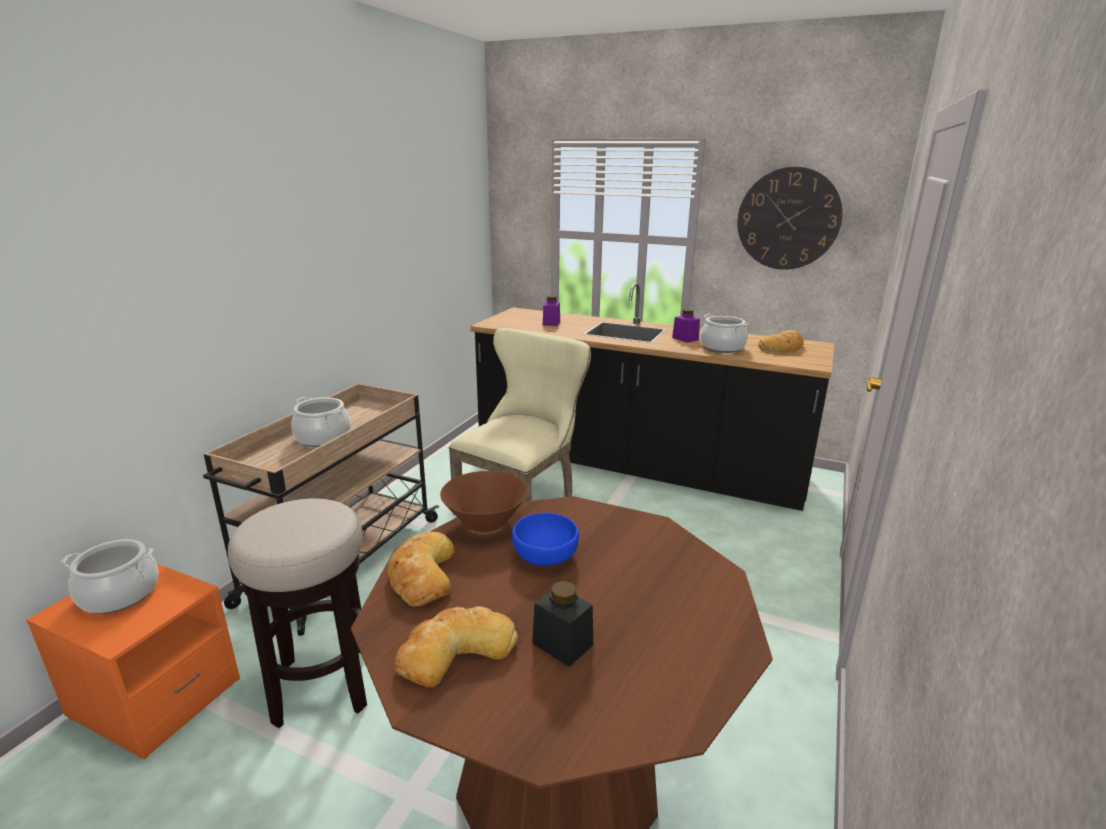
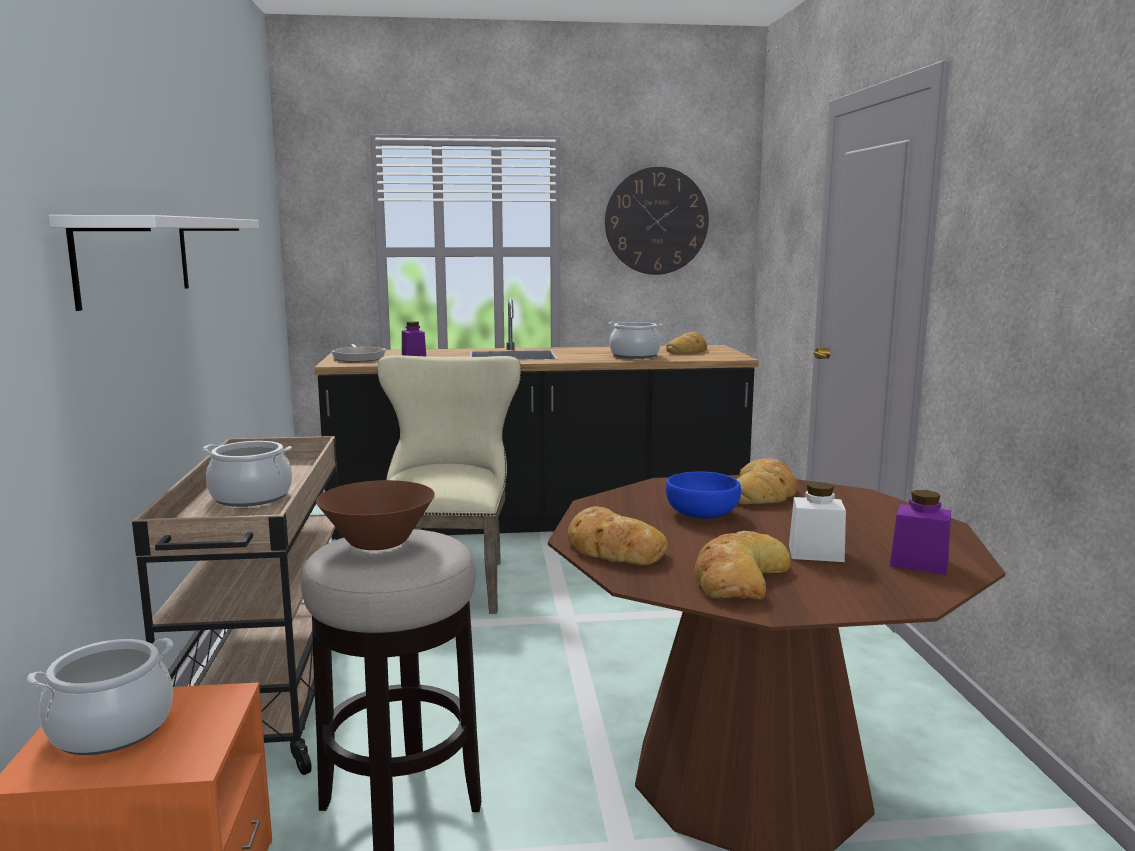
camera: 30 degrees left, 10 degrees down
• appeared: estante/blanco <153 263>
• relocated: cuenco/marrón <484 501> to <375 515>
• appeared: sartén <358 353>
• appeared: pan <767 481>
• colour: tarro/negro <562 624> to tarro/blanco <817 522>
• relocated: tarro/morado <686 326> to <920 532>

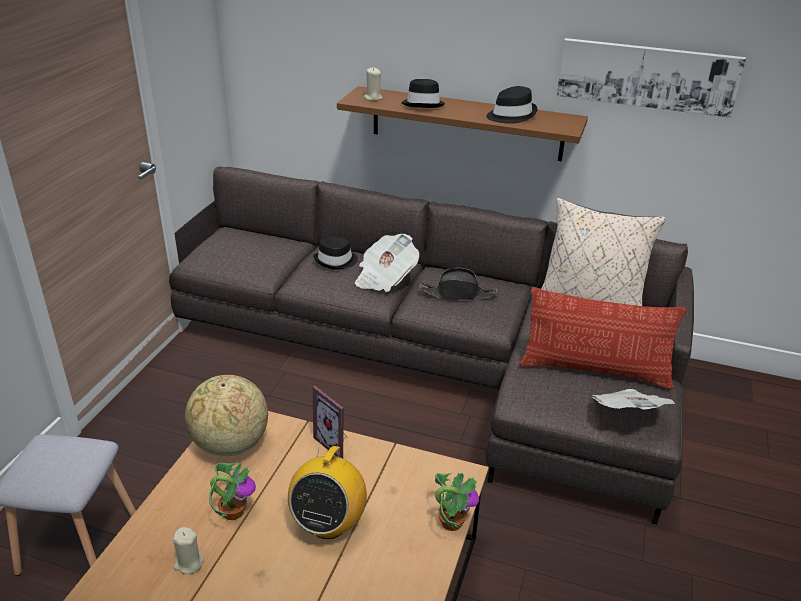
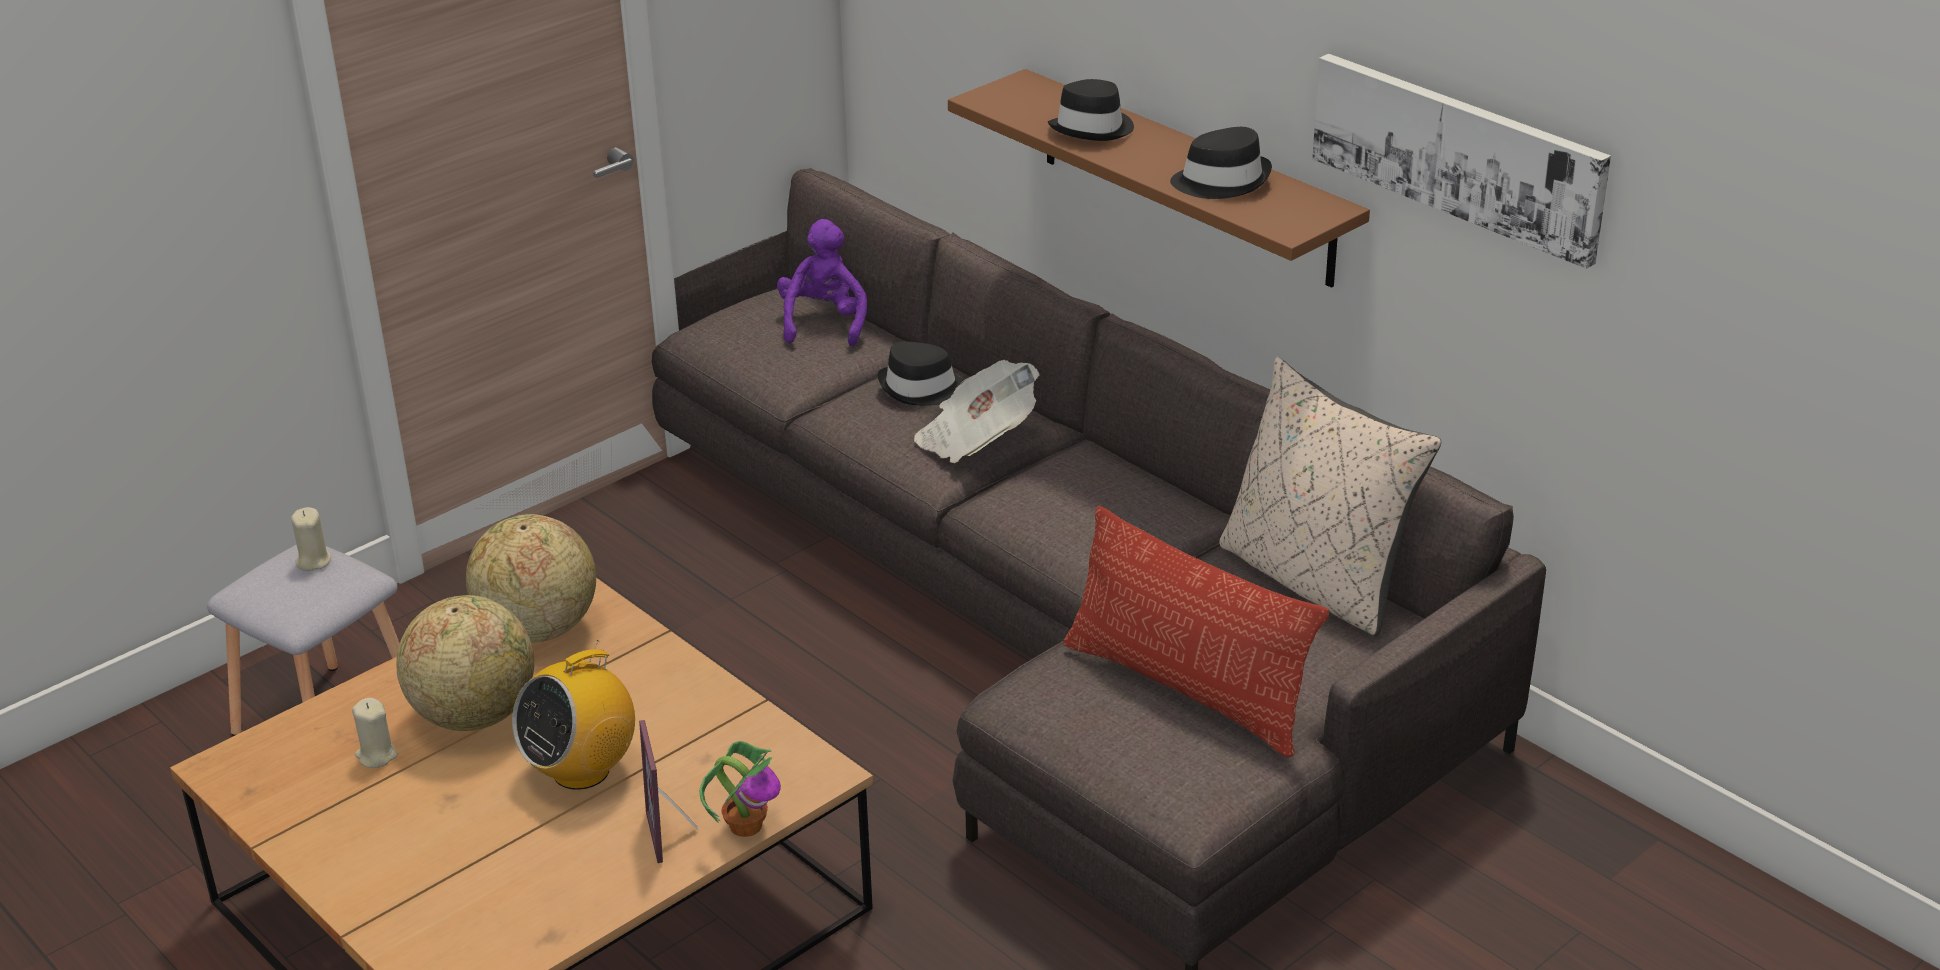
camera: 30 degrees right, 0 degrees up
• relocated: vela/beis <373 84> to <311 539>
• exchanged: planta en maceta <232 491> to globo terráqueo <465 663>
• relocated: portarretratos <330 422> to <668 791>
• appeared: peluche/morado <822 282>
• missing: sombrero/negro <458 284>
• missing: periódico <633 399>

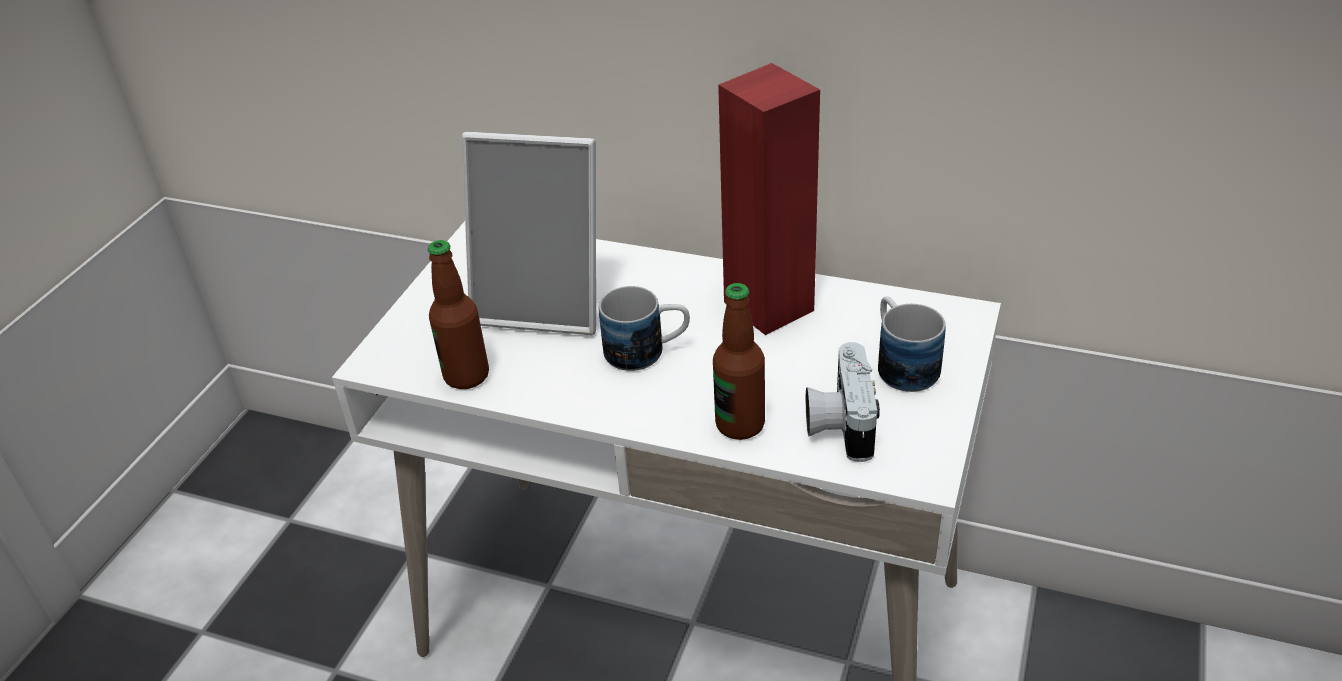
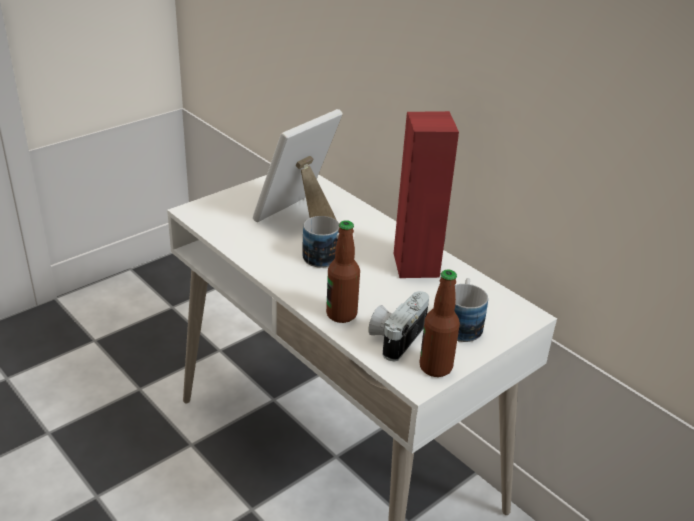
camera: 25 degrees right, 5 degrees down
• spun: portarretratos <529 233> = <298 165> 90 degrees clockwise
• relocated: botella <458 314> to <439 323>

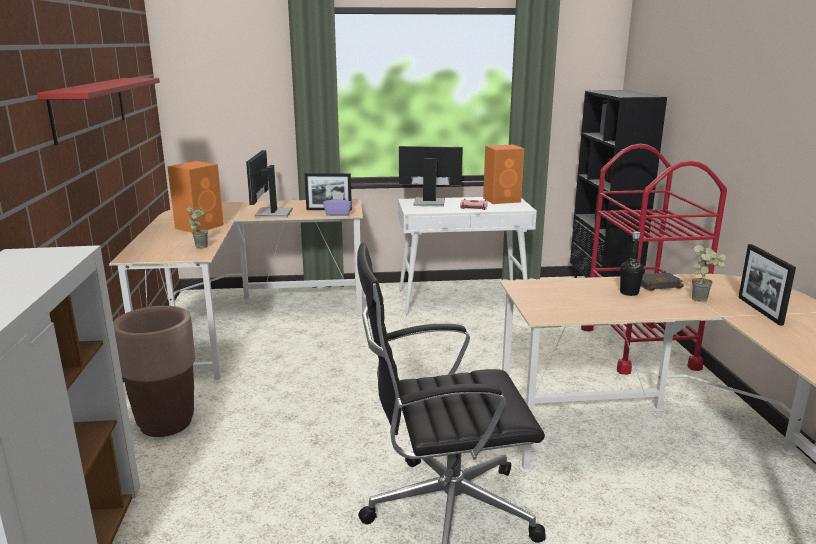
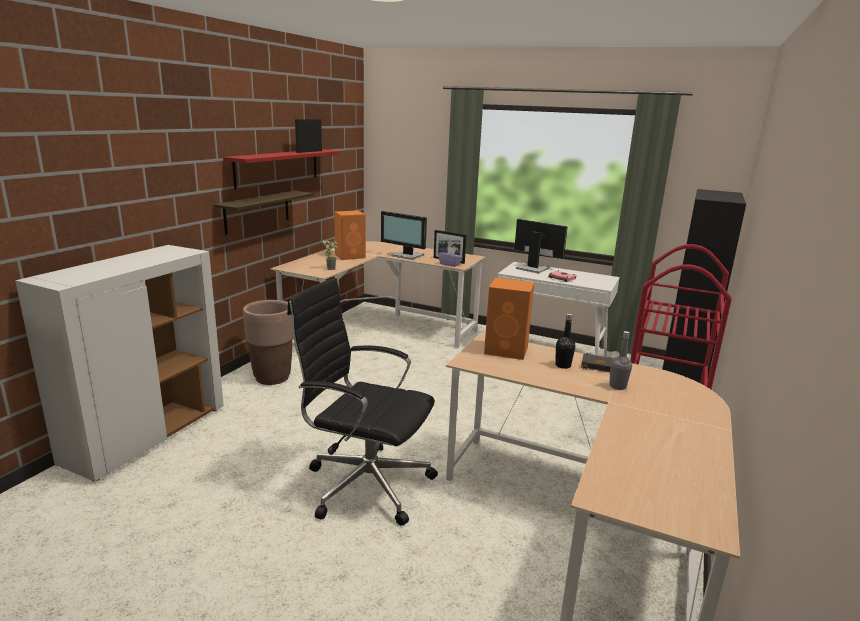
camera: 30 degrees right, 0 degrees up
• appeared: estante <264 213>
• relocated: portarretratos <767 285> to <308 136>
• spun: monitor <269 183> = <404 235> 90 degrees counterclockwise
• relocated: altavoz/naranja <503 174> to <509 319>
• exchanged: planta en maceta <709 273> to botella/gris <620 360>

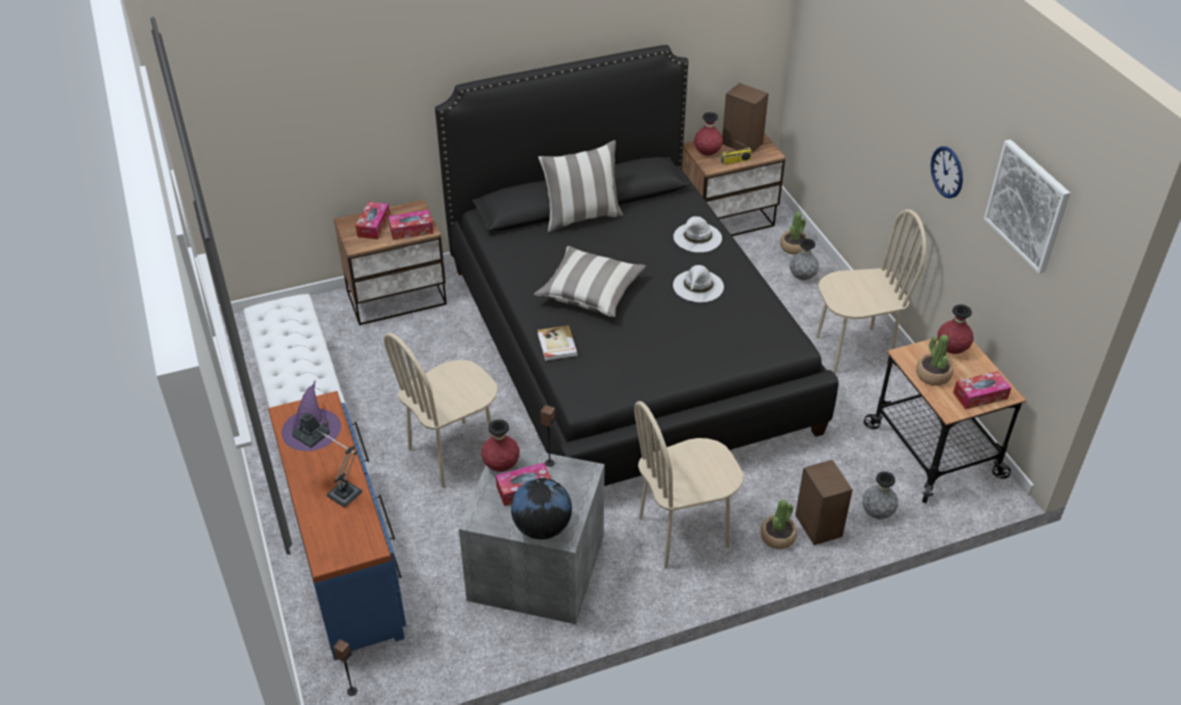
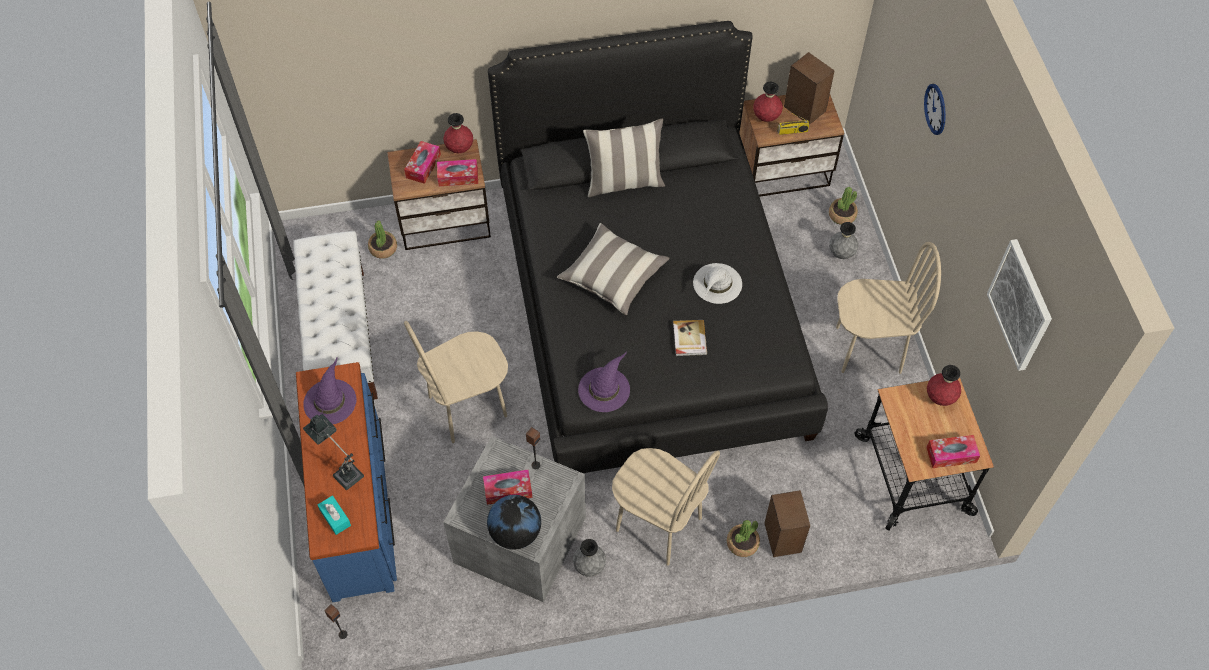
camera: 10 degrees right, 15 degrees up
• appeared: caja de pañuelos/turquesa <334 515>
• relocated: planta en maceta <934 360> to <382 239>
• relocated: florero/rojo <500 445> to <458 133>
• relocated: florero/gris <880 495> to <589 558>
• appeared: sombrero/morado <604 382>
• spun: silla/beis <688 485> = <666 507> 135 degrees counterclockwise
• relocated: libro <557 343> to <690 338>
• relocated: reloj de pared <947 172> to <935 109>
• missing: sombrero/blanco <697 234>

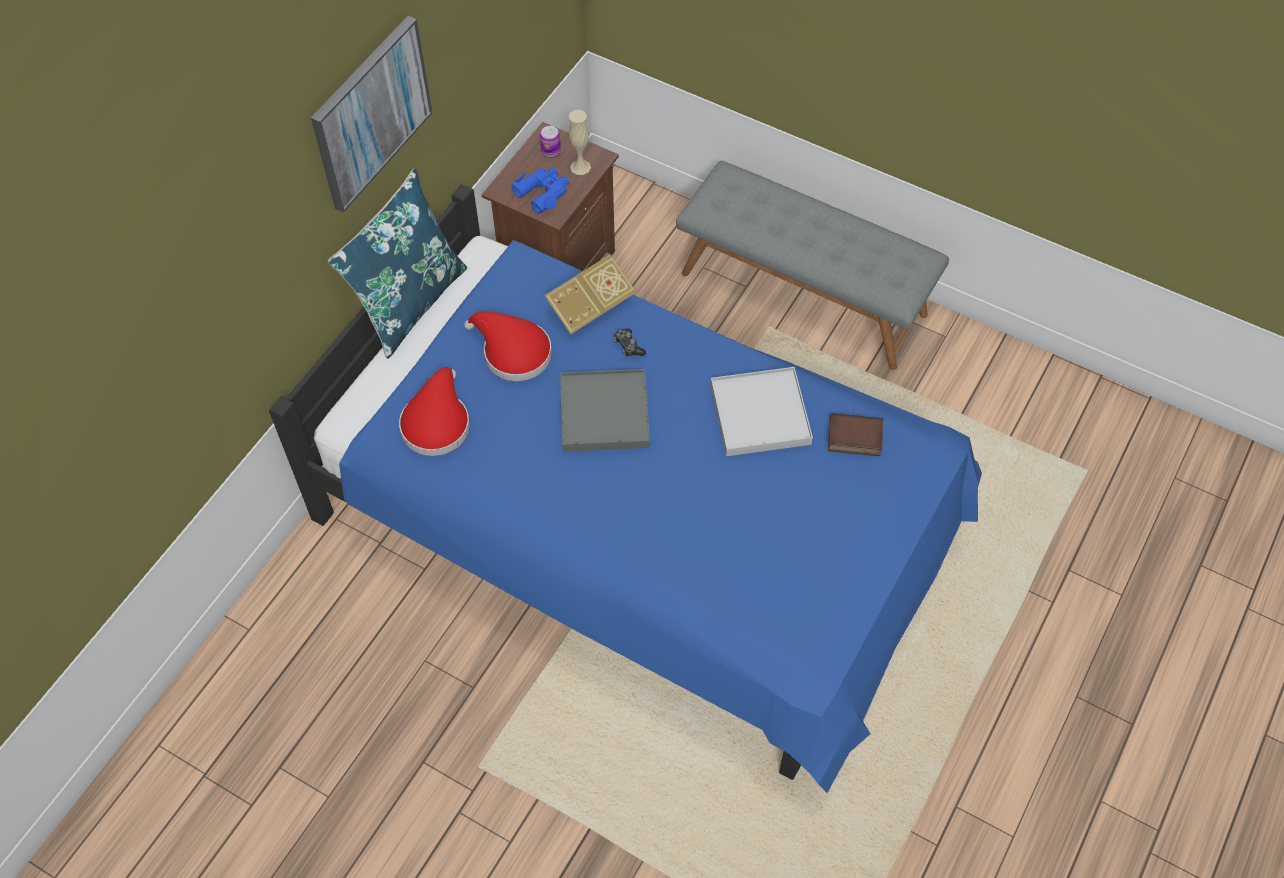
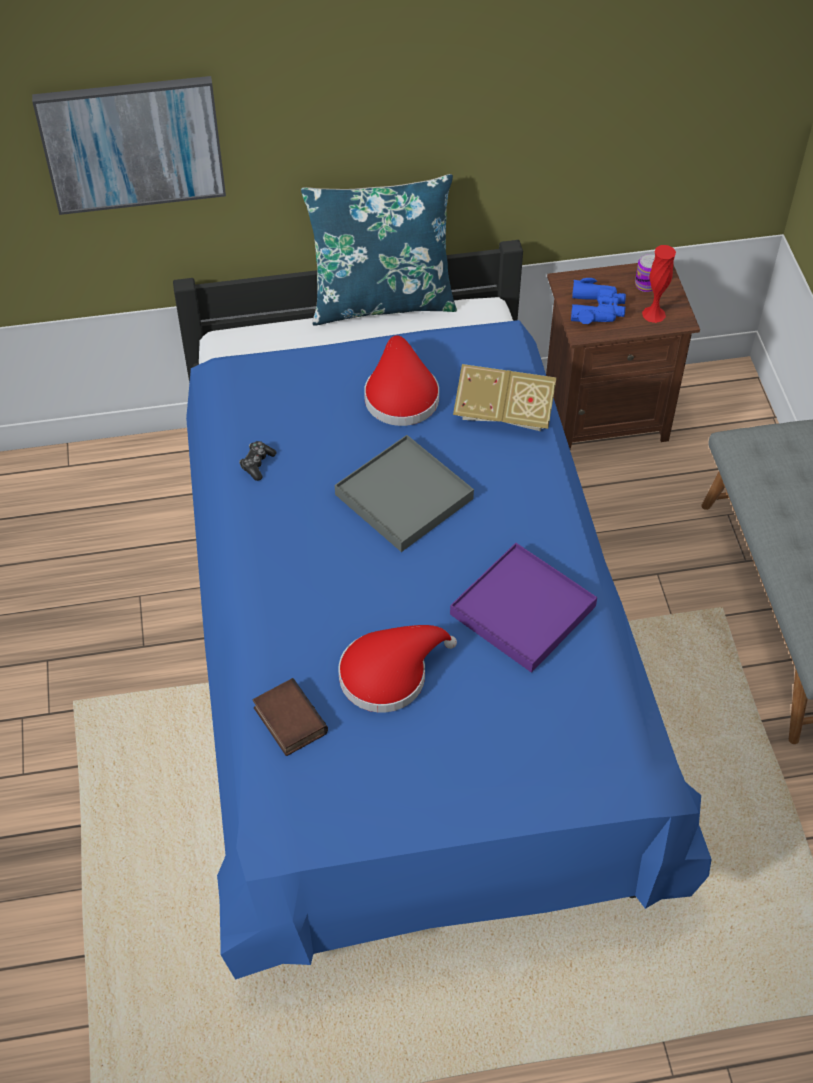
camera: 50 degrees right, 5 degrees down
• relocated: cuadro <371 114> to <129 145>
• relocated: mando de consola <629 342> to <258 461>
• relocated: libro <855 434> to <290 717>
• relocated: sombrero/rojo <434 411> to <398 668>
• colour: bandeja/blanco <761 411> to bandeja/morado <523 608>
• colour: florero/beis <580 142> to florero/rojo <659 284>

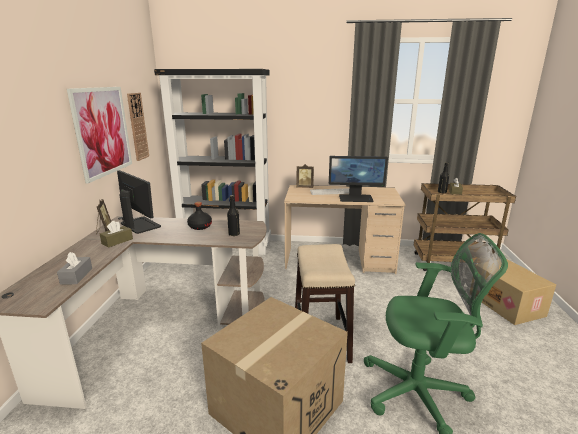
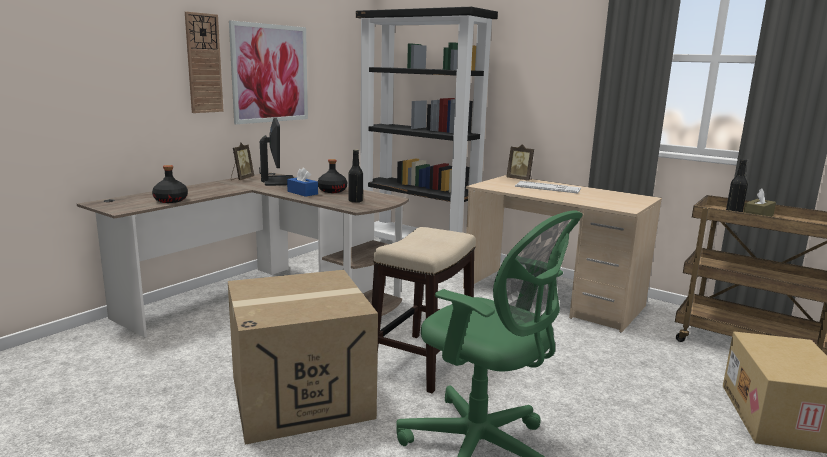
camera: 30 degrees right, 5 degrees down
• exchanged: caja de pañuelos/gris <74 268> to botella/negro <170 184>
• relocated: reloj de pared <138 127> to <204 62>
• appeared: caja de pañuelos/azul <302 182>
• missing: caja de pañuelos/marrón <116 234>
• missing: monitor <358 179>

